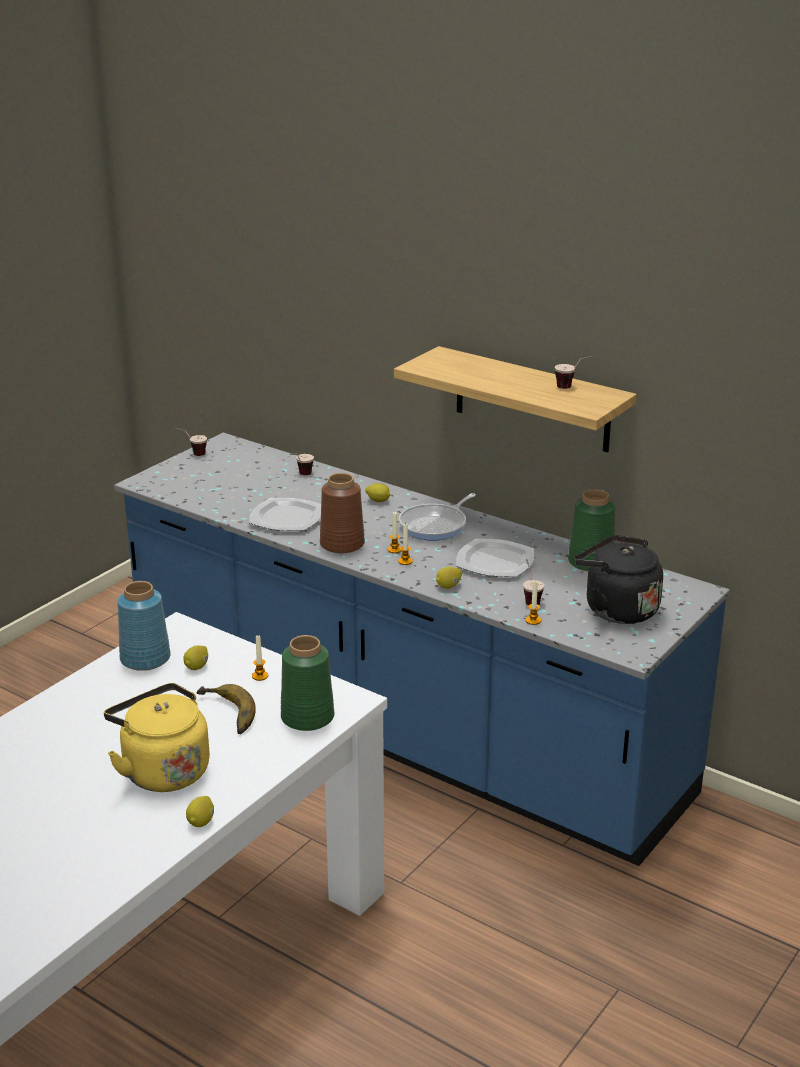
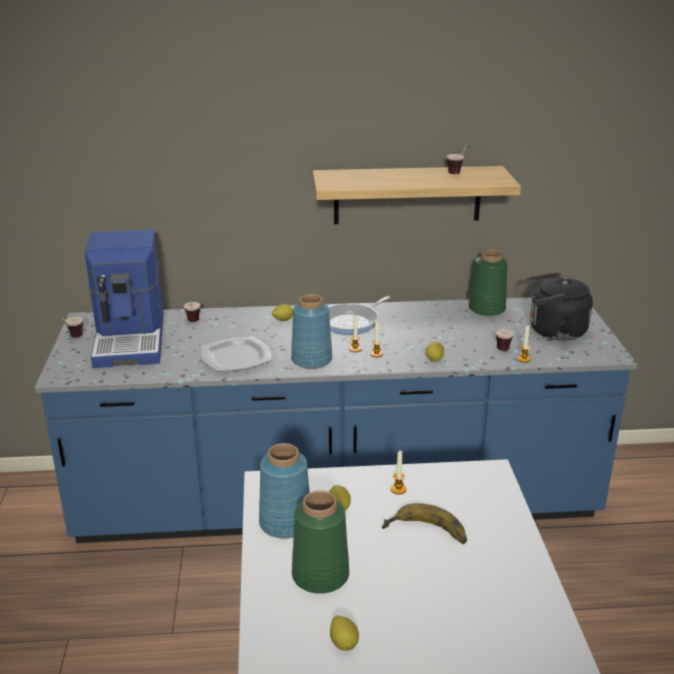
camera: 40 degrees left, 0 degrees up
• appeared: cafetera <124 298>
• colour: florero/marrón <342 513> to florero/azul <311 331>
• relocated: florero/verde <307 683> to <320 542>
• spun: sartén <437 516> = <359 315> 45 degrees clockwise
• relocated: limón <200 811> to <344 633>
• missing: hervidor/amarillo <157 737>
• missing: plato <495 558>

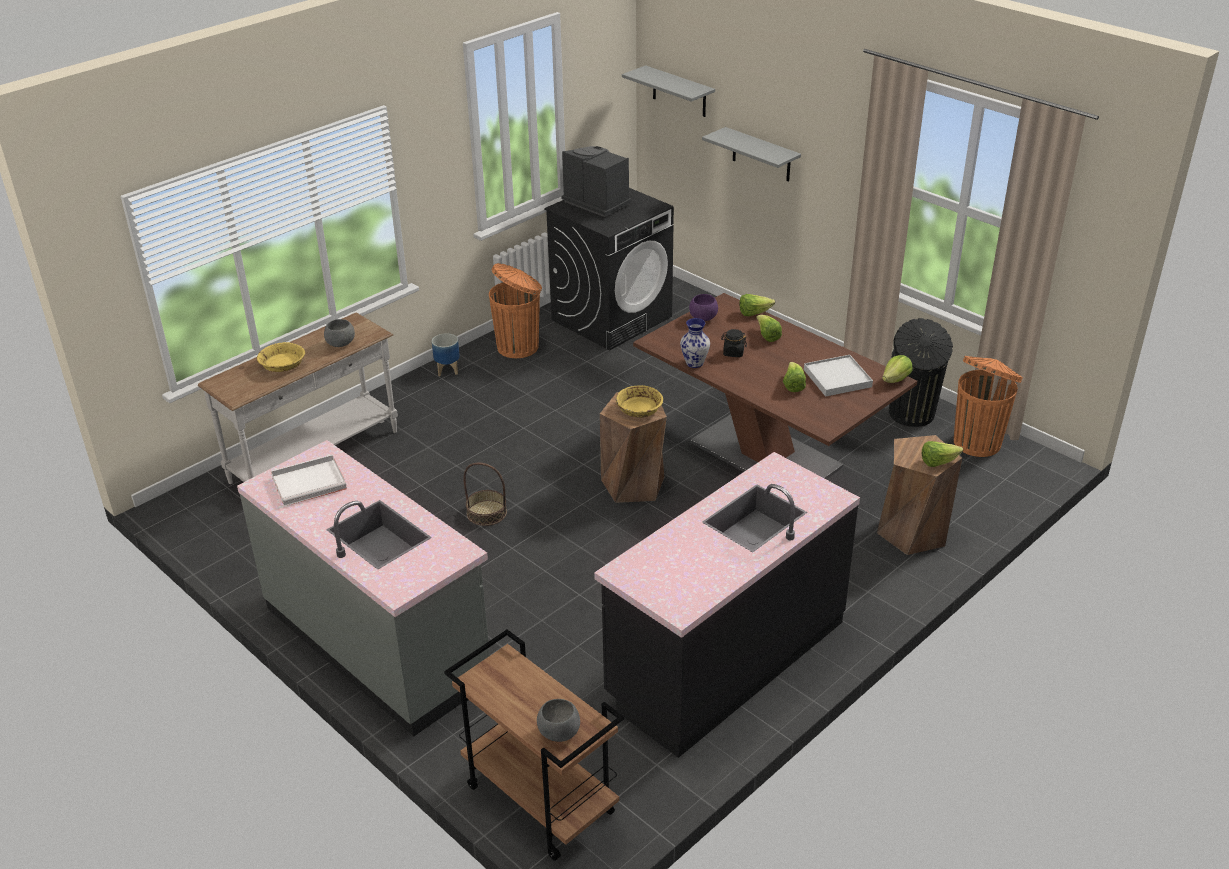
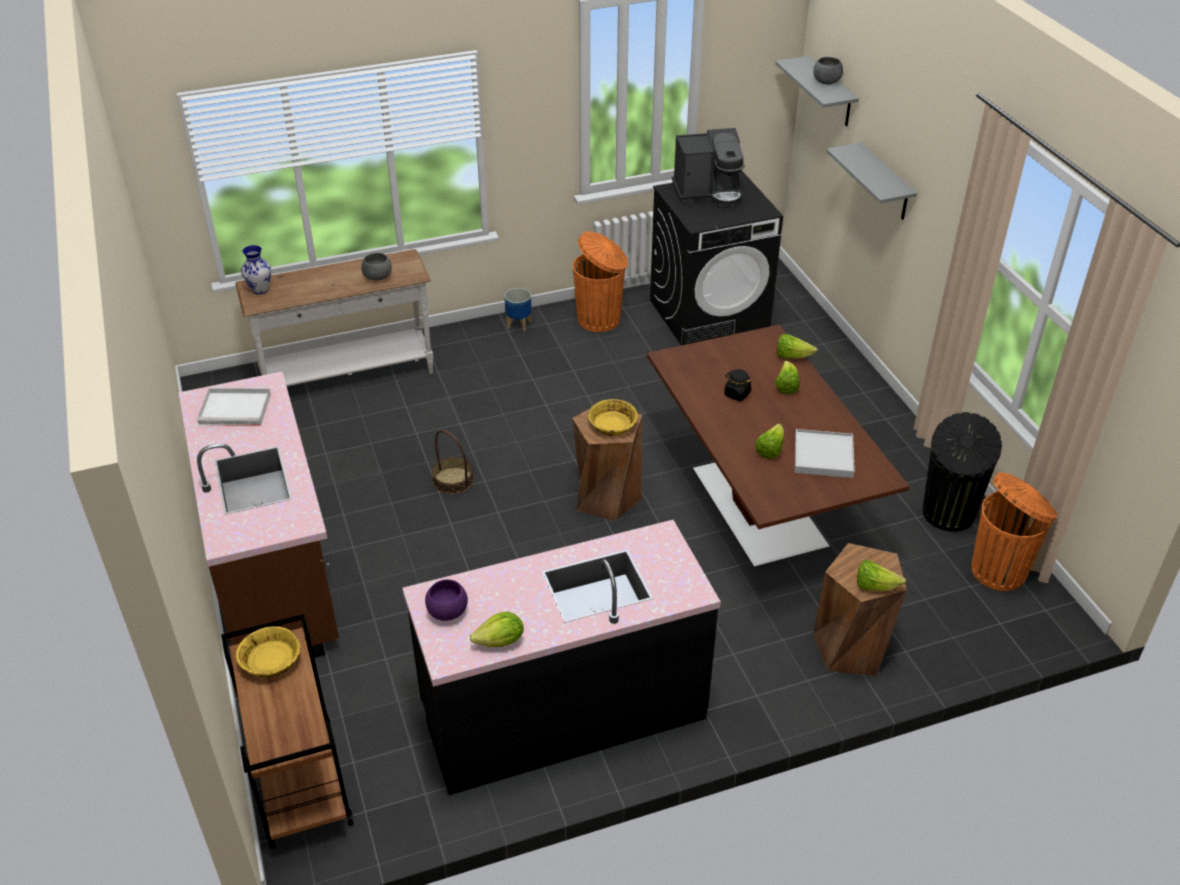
camera: 25 degrees right, 5 degrees up
• colour: mueble bajo de cocina/gris <363 588> to mueble bajo de cocina/marrón <259 515>
• relocated: cuenco/amarillo <281 357> to <268 651>
• relocated: florero <695 343> to <256 269>
• relocated: cuenco/morado <703 307> to <446 600>
• relocated: lechuga <897 369> to <497 629>
• spun: cafetera <596 181> = <708 167> 105 degrees clockwise
• relocated: cuenco/gris <558 720> to <828 70>

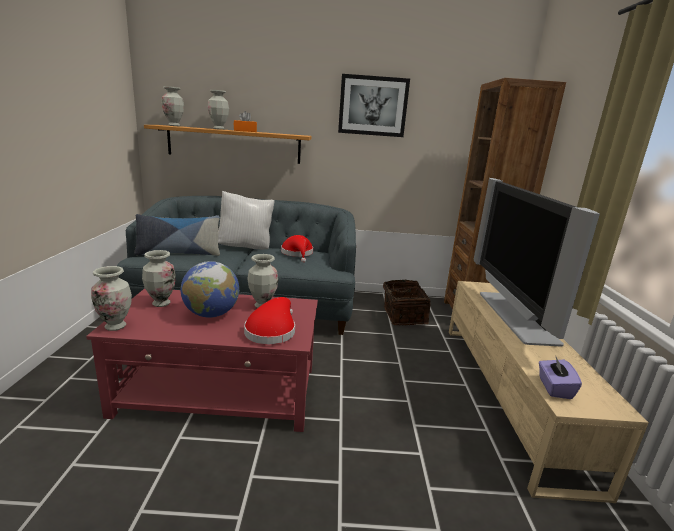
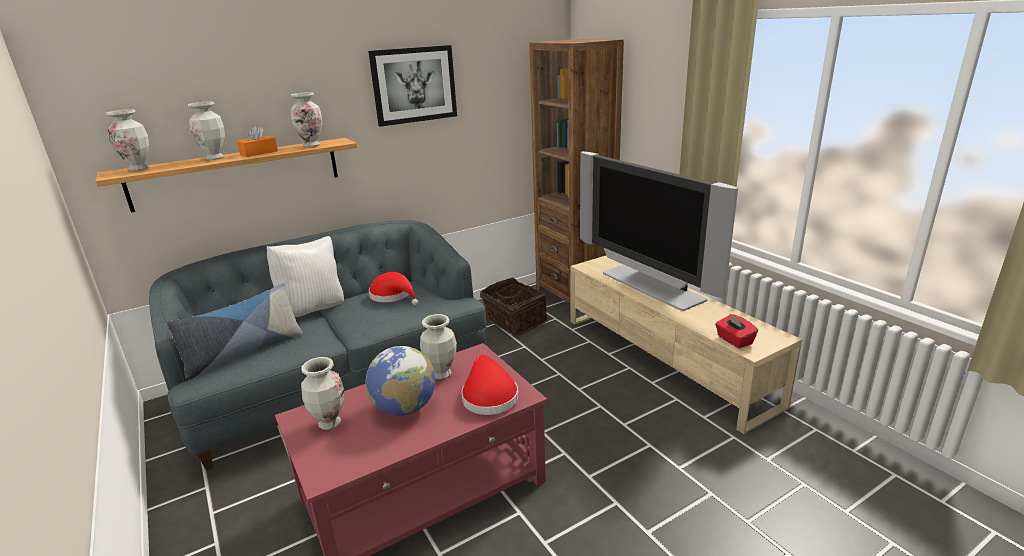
camera: 30 degrees left, 5 degrees up
• relocated: florero <111 298> to <306 119>
• colour: caja de pañuelos/morado <560 378> to caja de pañuelos/rojo <736 330>

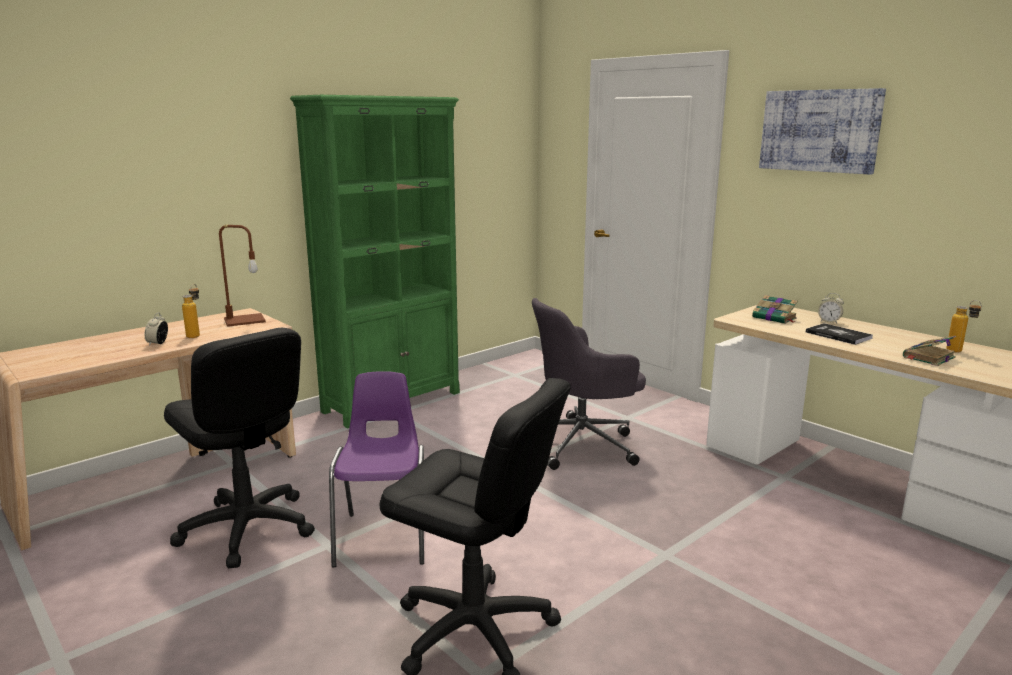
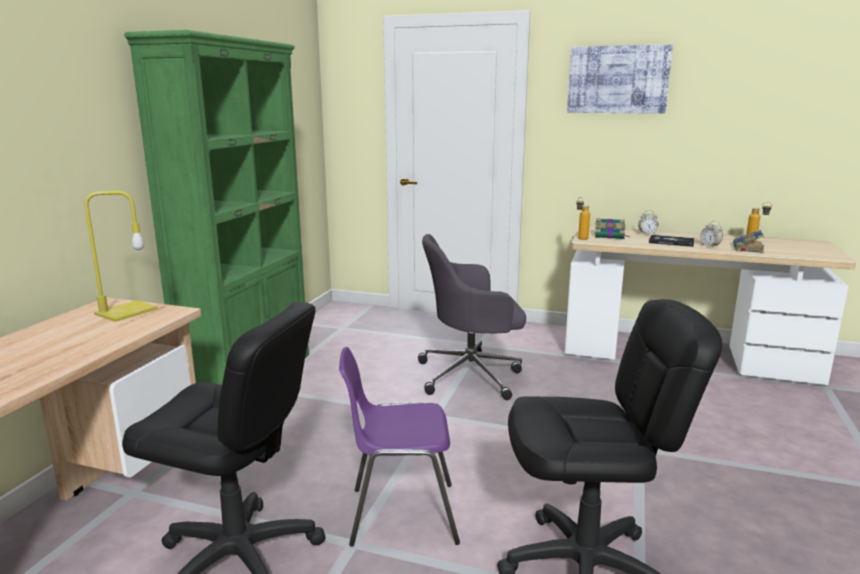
camera: 30 degrees left, 0 degrees up
• colour: lámpara de mesa/marrón <242 276> to lámpara de mesa/amarillo <121 256>
• spun: silla/morado <376 469> = <399 447> 60 degrees counterclockwise
• spun: silla de oficina/gris <589 384> = <472 317> 45 degrees clockwise
• relocated: botella <191 311> to <583 218>
• relocated: despertador <156 329> to <711 234>

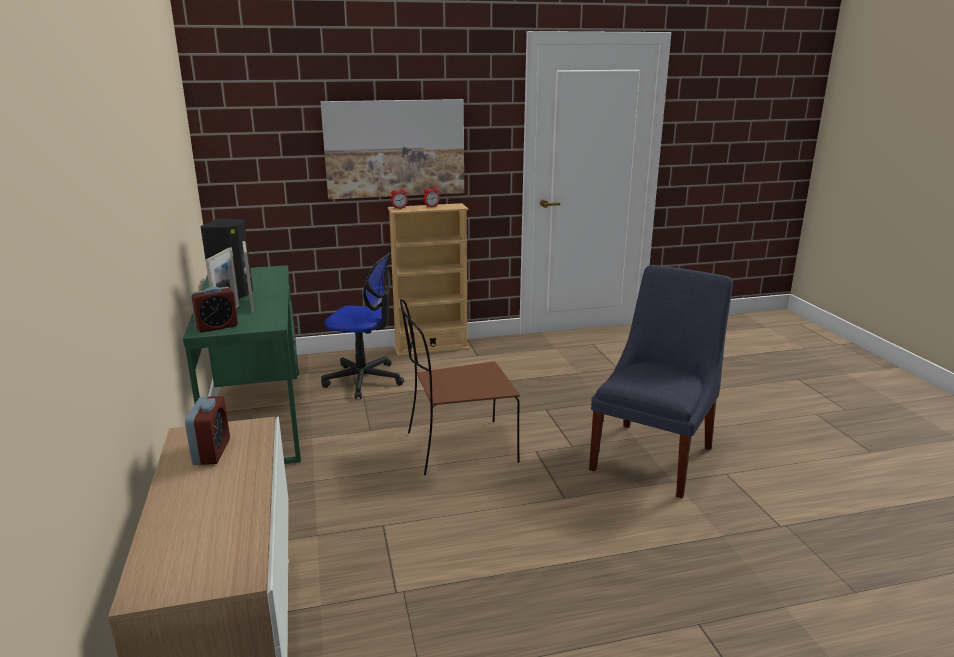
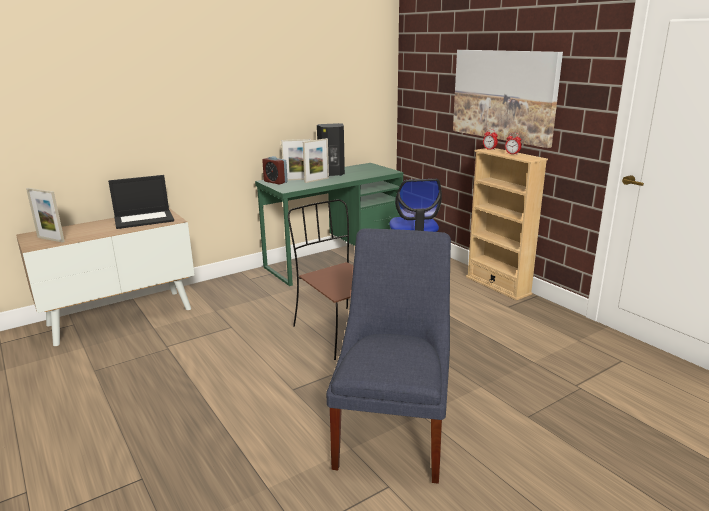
camera: 70 degrees right, 0 degrees up
• appeared: portarretratos <45 215>
• exchanged: despertador <207 430> to portátil <141 202>
• spun: silla/azul <661 381> = <388 356> 90 degrees counterclockwise

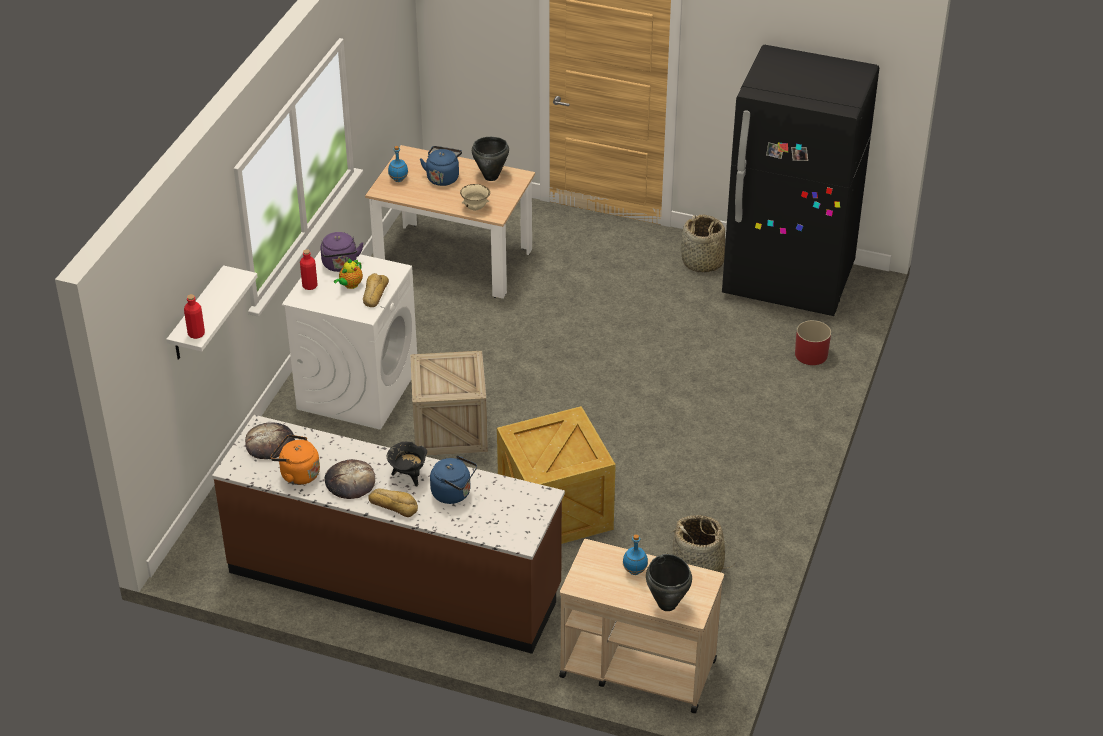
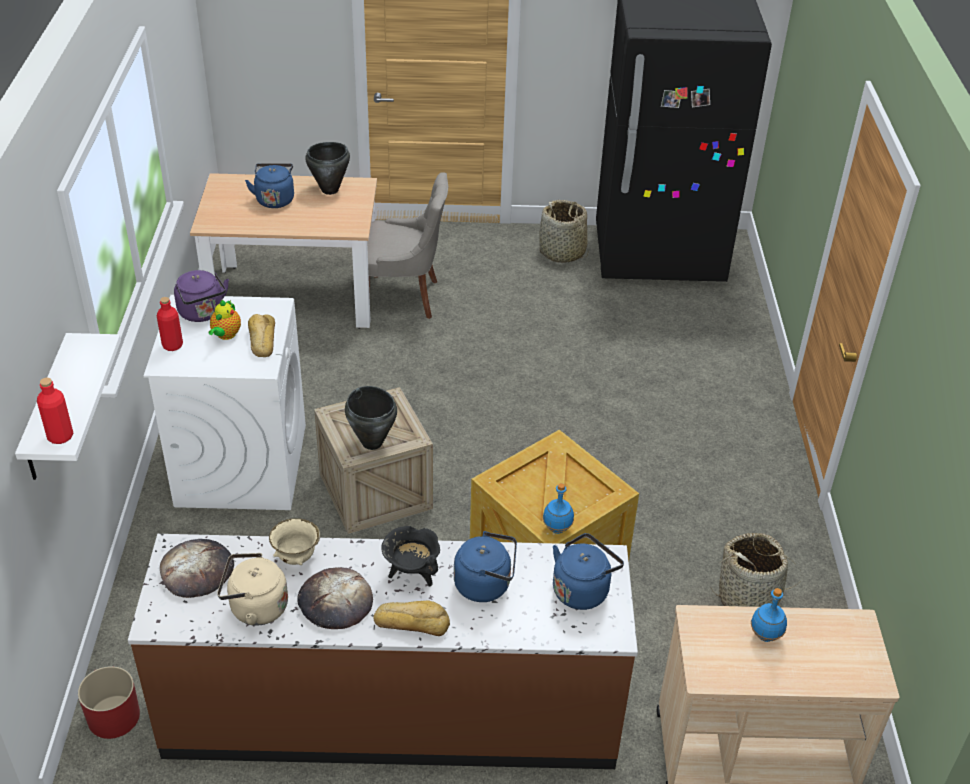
camera: 20 degrees left, 0 degrees up
• relocated: maceta/rojo <813 342> to <109 702>
• colour: hervidor/naranja <295 460> to hervidor/beis <252 589>
• relocated: cuenco/beis <475 197> to <294 541>
• relocated: olla/negro <669 582> to <371 418>
• appeared: silla/gris <407 245>
• relocated: botella/azul <398 164> to <558 508>
• appeared: hervidor/azul <588 571>

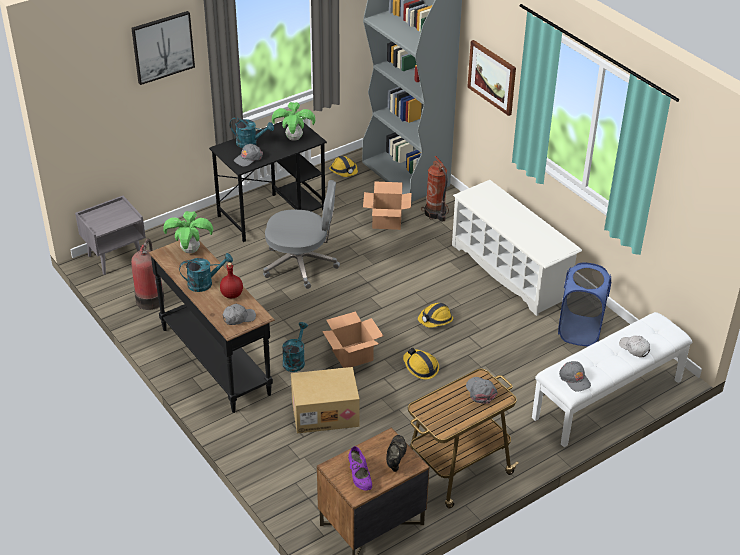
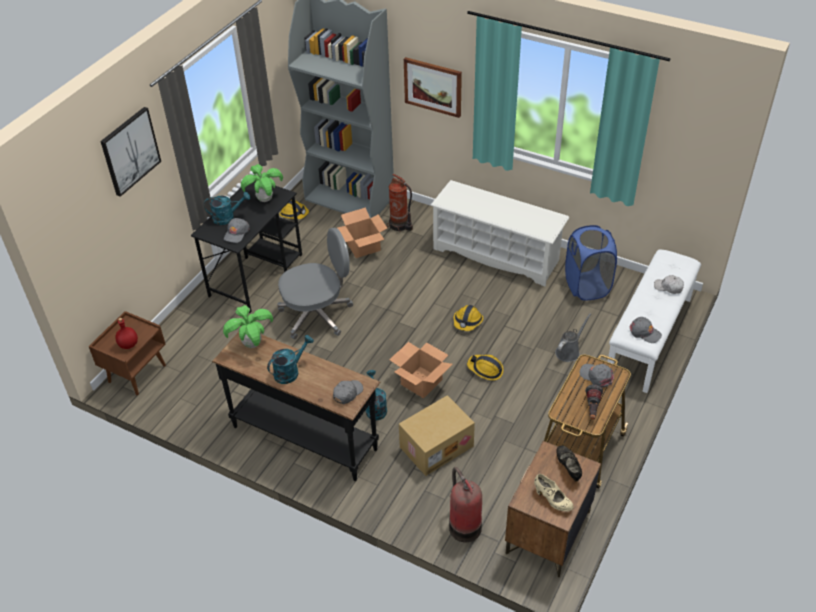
camera: 25 degrees left, 5 degrees up
• colour: mesita de noche/gris <110 235> to mesita de noche/marrón <127 353>
• relocated: botella/rojo <231 280> to <126 333>
• relocated: extintor <147 274> to <465 504>
• colour: zapato/morado <360 468> to zapato/beis <553 493>
• appeared: regadera/gris <573 337>
• appeared: linterna <594 402>

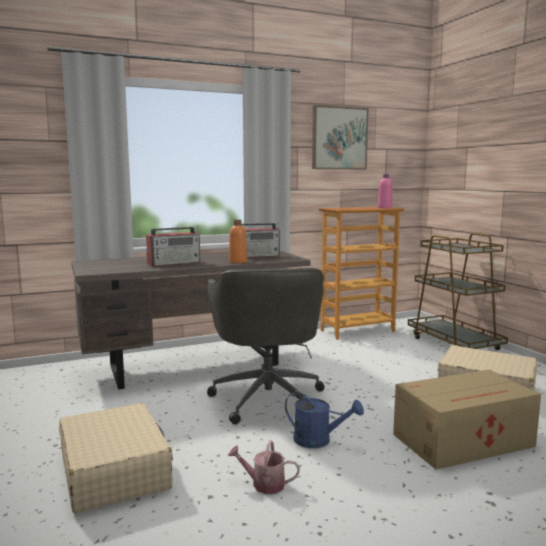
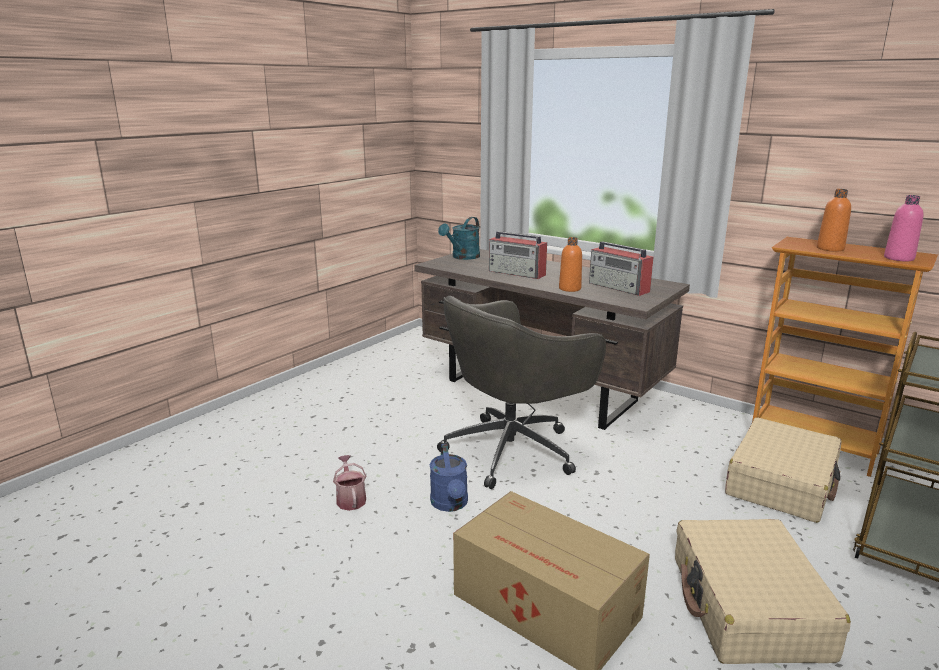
camera: 60 degrees right, 10 degrees up
• appeared: regadera/turquesa <459 238>
• relocated: maleta/beis <116 458> to <783 470>
• appeared: botella/naranja <834 220>
• missing: cuadro <340 137>

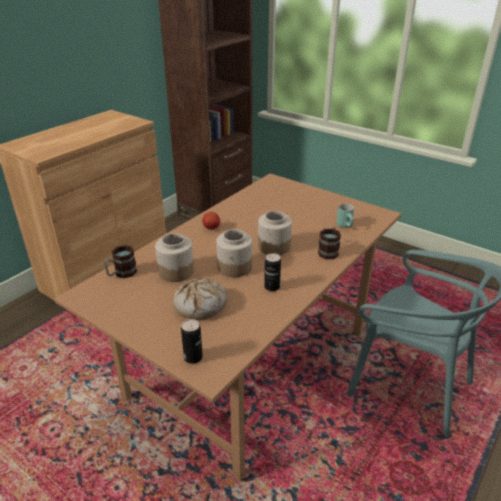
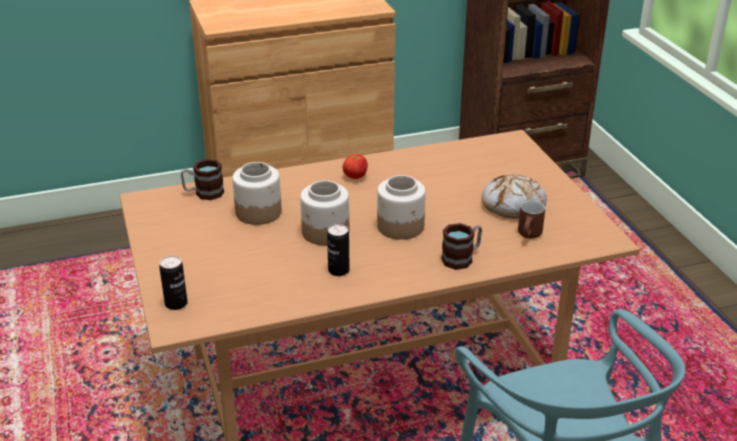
camera: 35 degrees right, 0 degrees up
• relocated: pan <200 298> to <514 196>
• colour: taza grande/turquesa <345 216> to taza grande/marrón <531 219>

